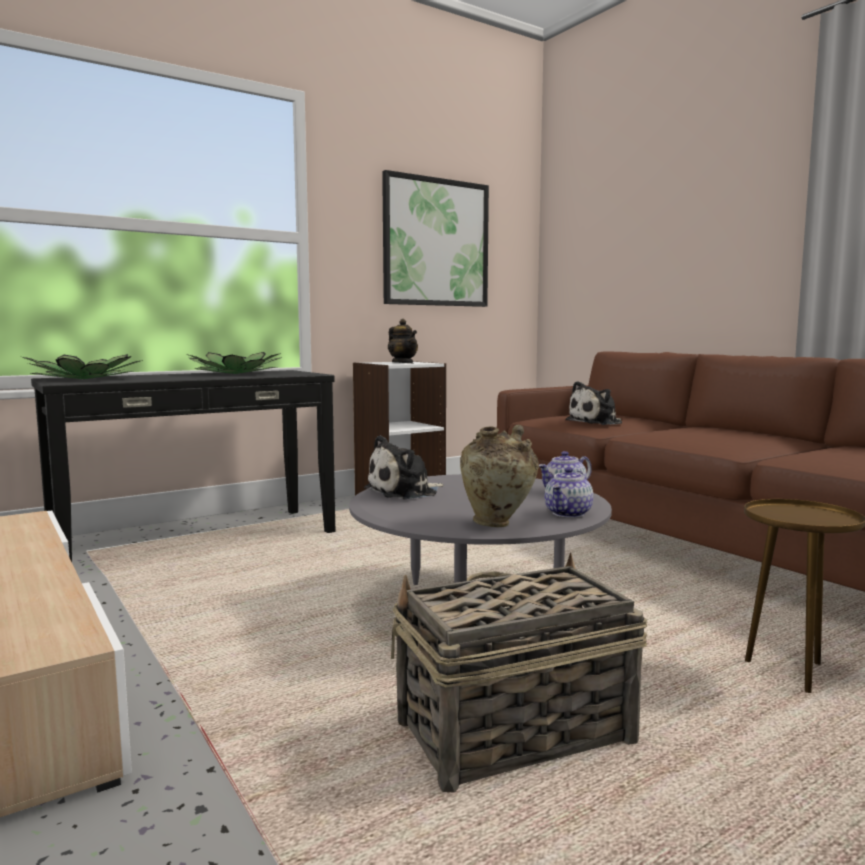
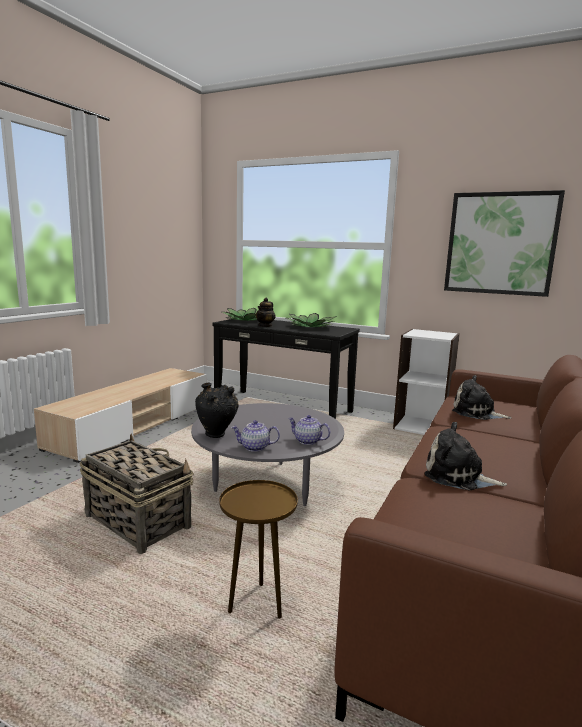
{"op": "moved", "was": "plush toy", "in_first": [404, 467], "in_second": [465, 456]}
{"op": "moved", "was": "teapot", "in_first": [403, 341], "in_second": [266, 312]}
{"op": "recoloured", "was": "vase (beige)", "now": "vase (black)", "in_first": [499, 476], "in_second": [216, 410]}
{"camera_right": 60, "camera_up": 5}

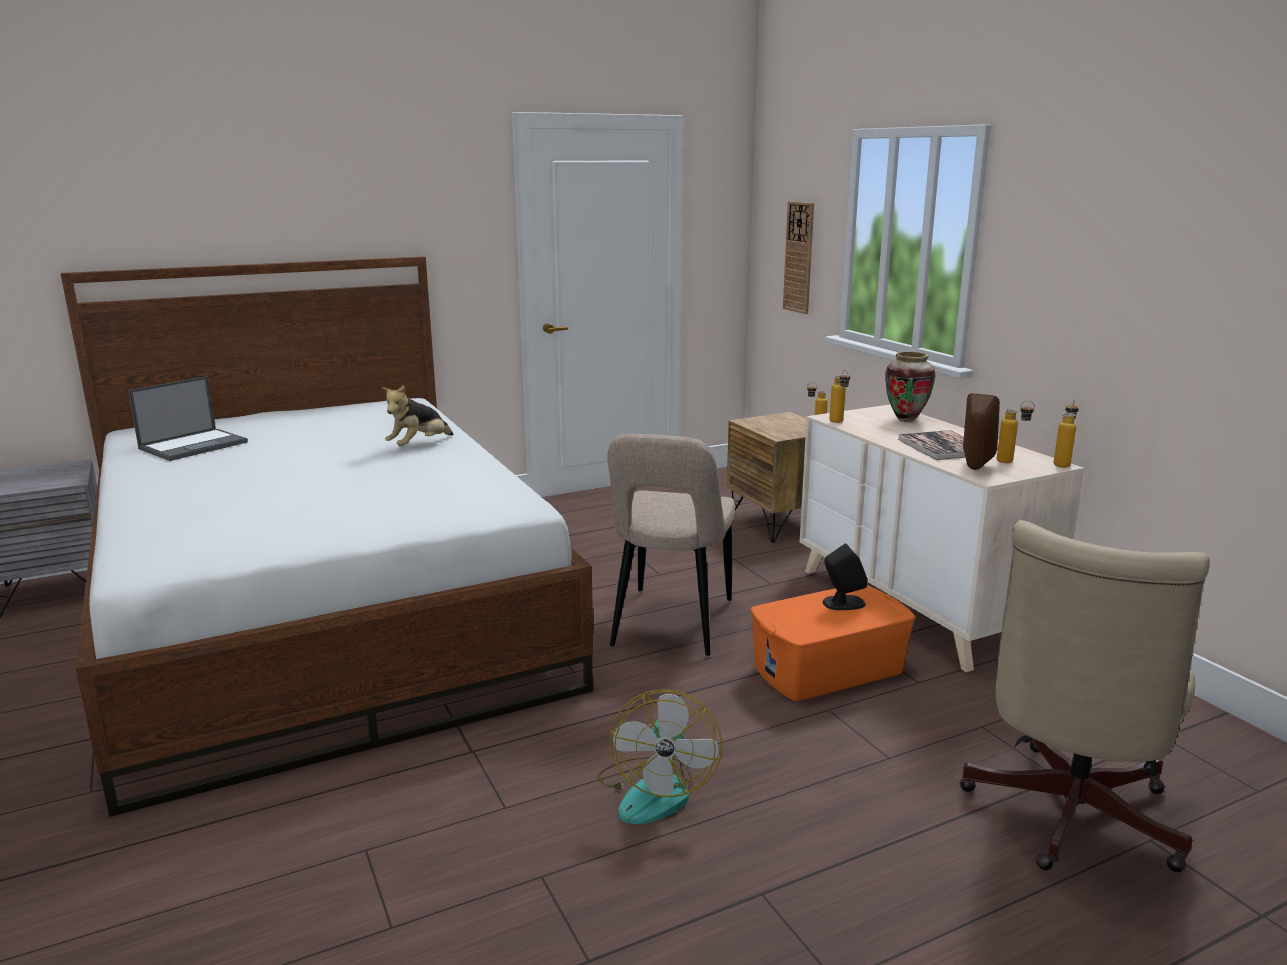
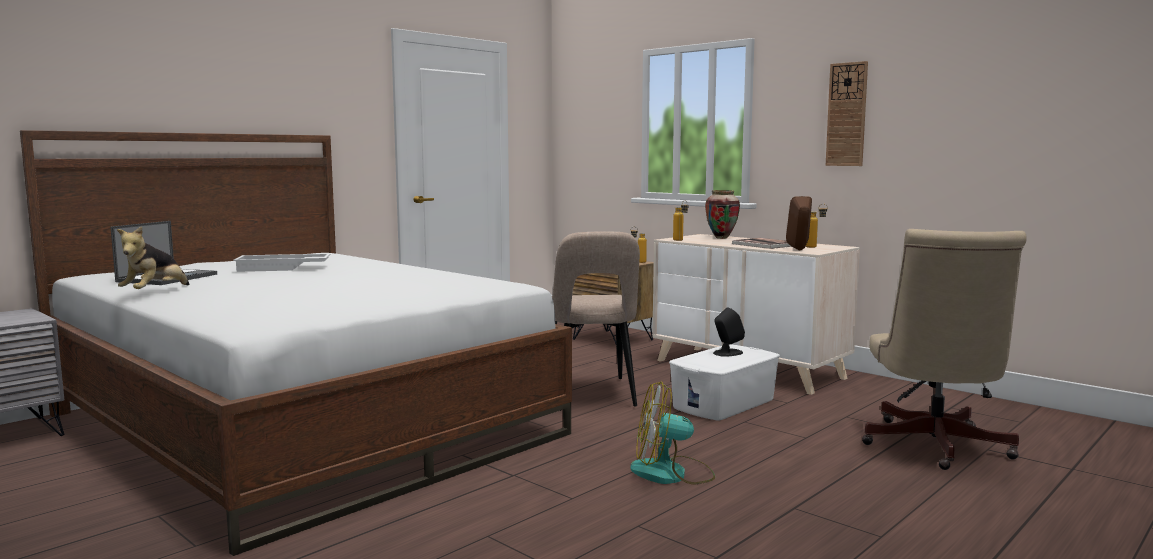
{"op": "moved", "was": "plush toy", "in_first": [417, 415], "in_second": [153, 257]}
{"op": "turned", "was": "fan", "in_first": [659, 756], "in_second": [672, 433], "clockwise": 105}
{"op": "recoloured", "was": "storage box (orange)", "now": "storage box (white)", "in_first": [833, 643], "in_second": [724, 382]}
{"op": "moved", "was": "wall clock", "in_first": [798, 257], "in_second": [847, 113]}
{"op": "removed", "was": "bottle", "in_first": [1066, 433]}
{"op": "added", "now": "tray (white)", "in_second": [282, 263]}
{"camera_right": -20, "camera_up": -10}

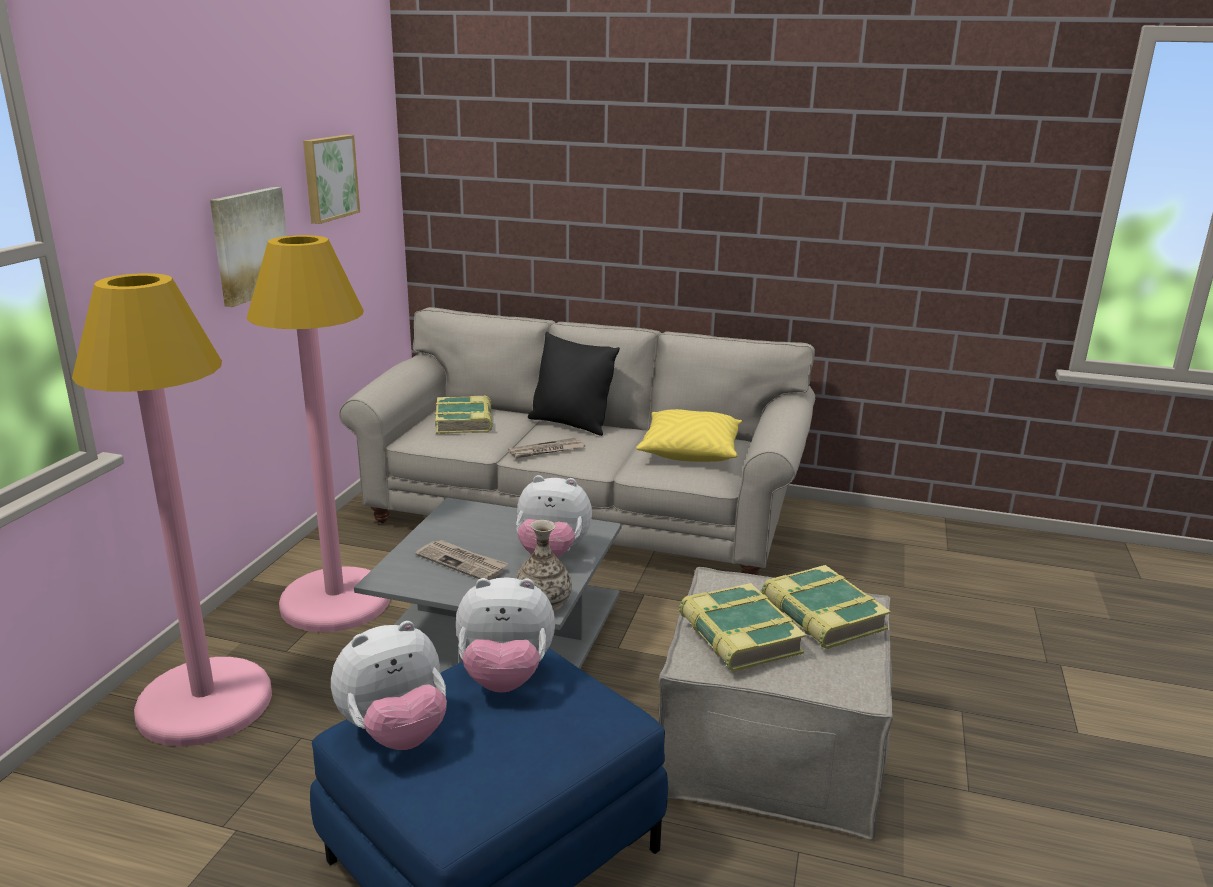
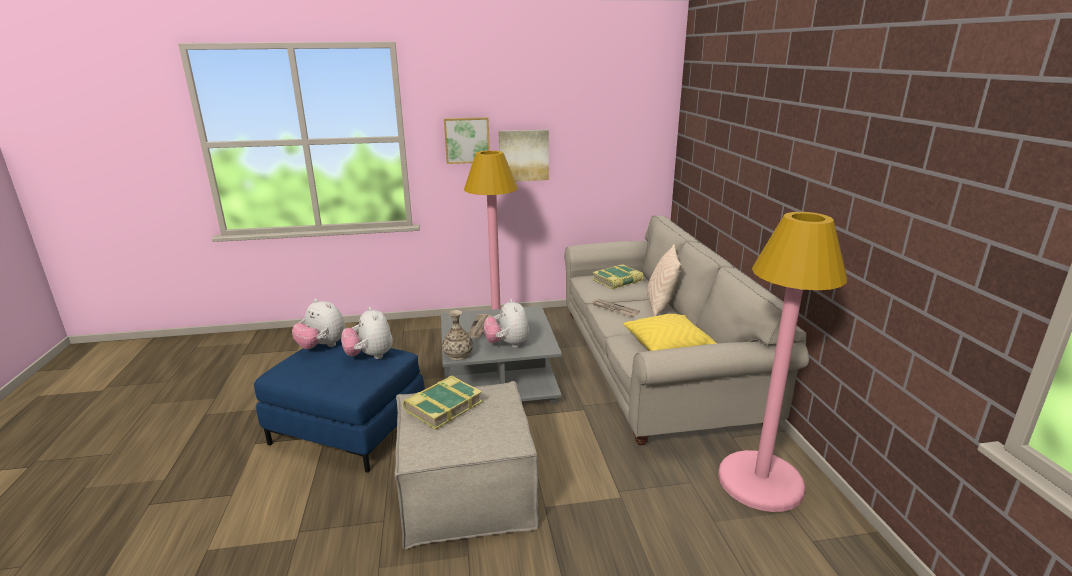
{"op": "moved", "was": "floor lamp (pink)", "in_first": [172, 510], "in_second": [782, 362]}
{"op": "moved", "was": "picture", "in_first": [331, 179], "in_second": [467, 140]}
{"op": "recoloured", "was": "pillow (black)", "now": "pillow (beige)", "in_first": [574, 384], "in_second": [664, 280]}
{"op": "removed", "was": "book", "in_first": [826, 607]}
{"camera_right": 65, "camera_up": 0}

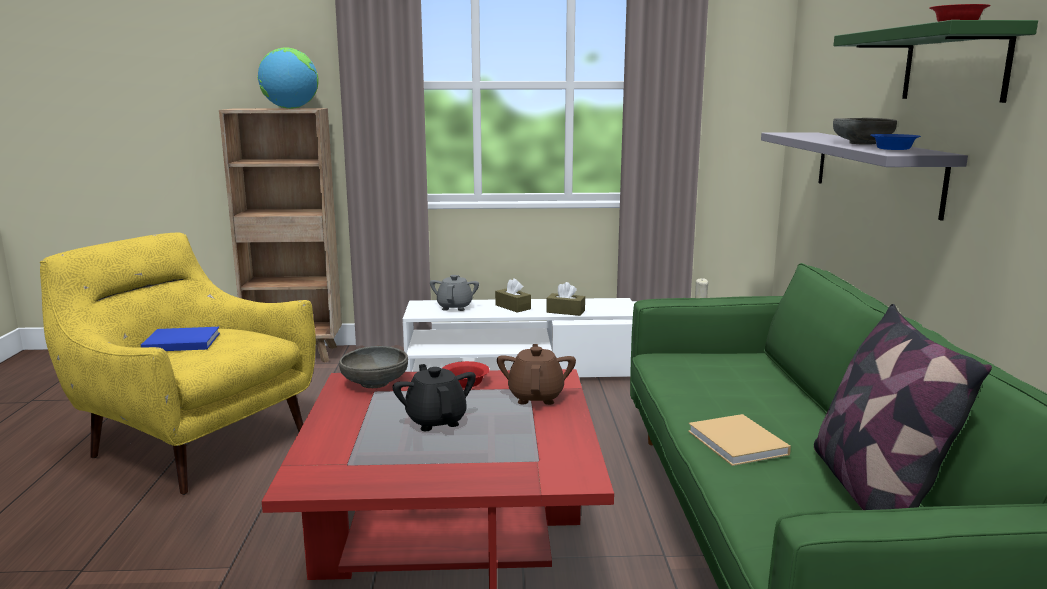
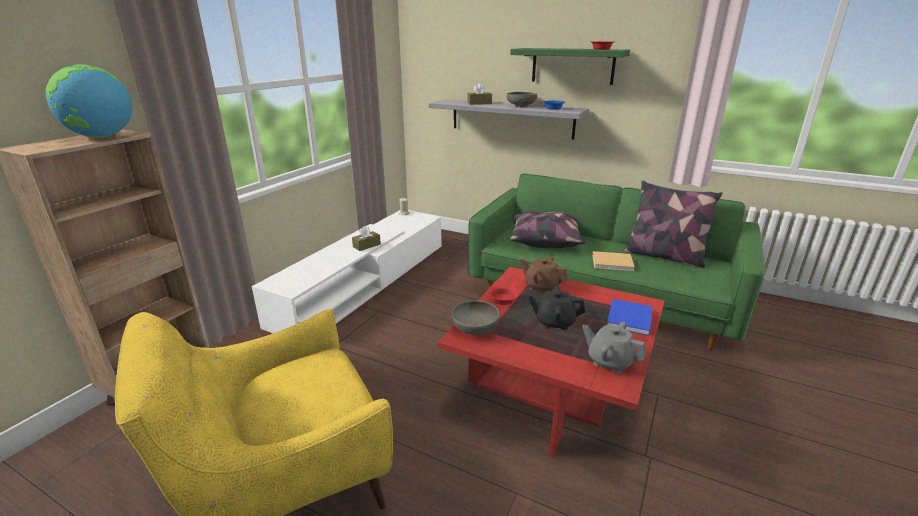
{"op": "moved", "was": "book (blue)", "in_first": [180, 339], "in_second": [630, 317]}
{"op": "moved", "was": "teapot (grey)", "in_first": [454, 293], "in_second": [614, 348]}
{"op": "moved", "was": "tissue box (brown)", "in_first": [513, 295], "in_second": [479, 94]}
{"op": "added", "now": "pillow", "in_second": [548, 229]}
{"camera_right": -60, "camera_up": 10}

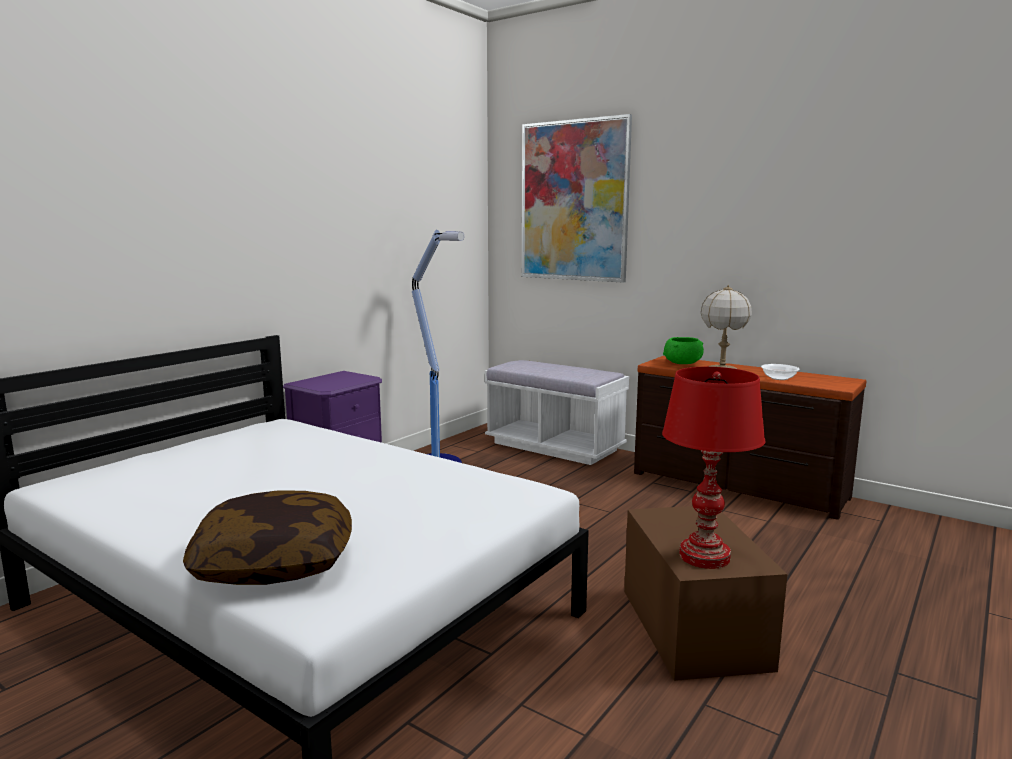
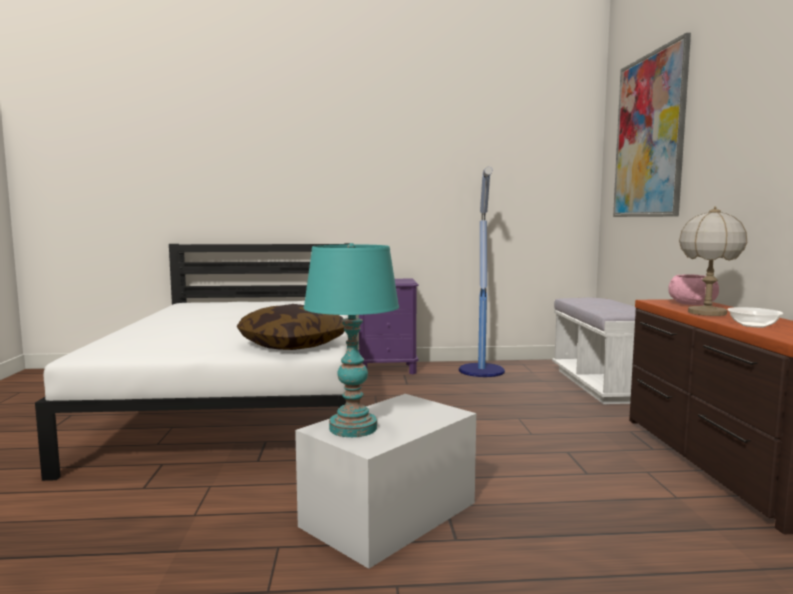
{"op": "moved", "was": "pillow", "in_first": [267, 537], "in_second": [291, 327]}
{"op": "recoloured", "was": "storage box (brown)", "now": "storage box (white)", "in_first": [705, 593], "in_second": [385, 481]}
{"op": "recoloured", "was": "table lamp (red)", "now": "table lamp (turquoise)", "in_first": [713, 468], "in_second": [351, 340]}
{"op": "recoloured", "was": "bowl (green)", "now": "bowl (pink)", "in_first": [683, 350], "in_second": [693, 289]}
{"camera_right": 50, "camera_up": -5}

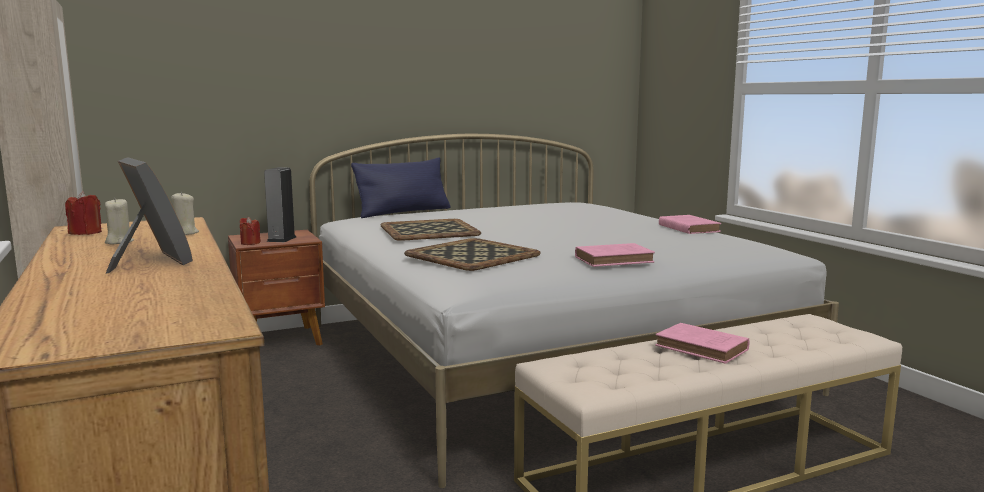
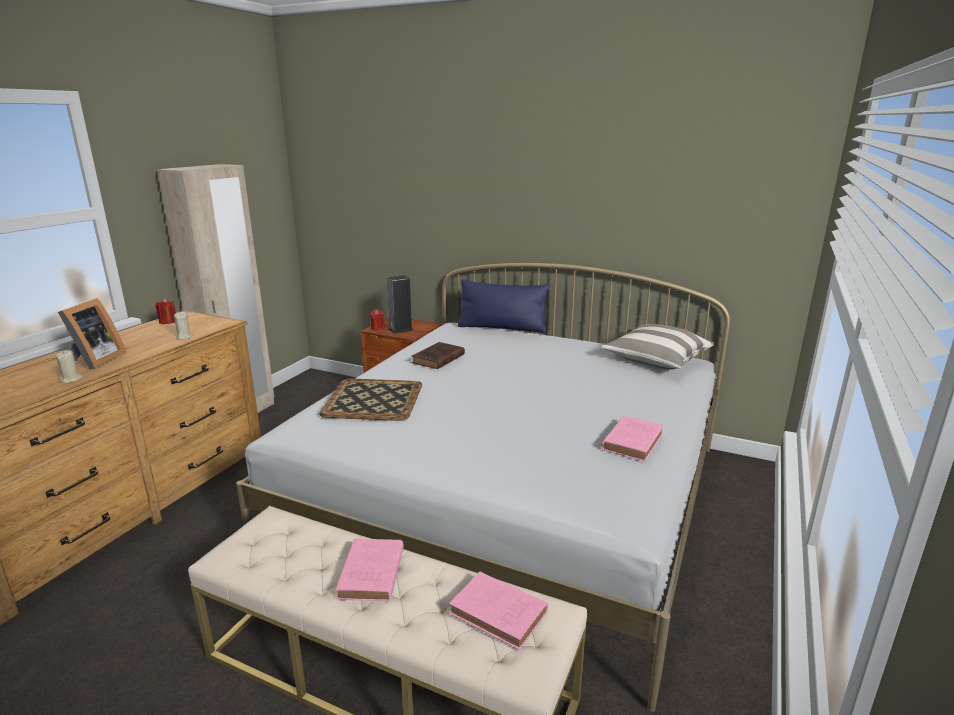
{"op": "moved", "was": "candle (beige)", "in_first": [119, 221], "in_second": [69, 366]}
{"op": "replaced", "was": "tray", "now": "book (brown)", "in_first": [431, 230], "in_second": [438, 355]}
{"op": "moved", "was": "book (pink)", "in_first": [615, 255], "in_second": [498, 611]}
{"op": "added", "now": "pillow", "in_second": [658, 346]}
{"camera_right": 50, "camera_up": 10}

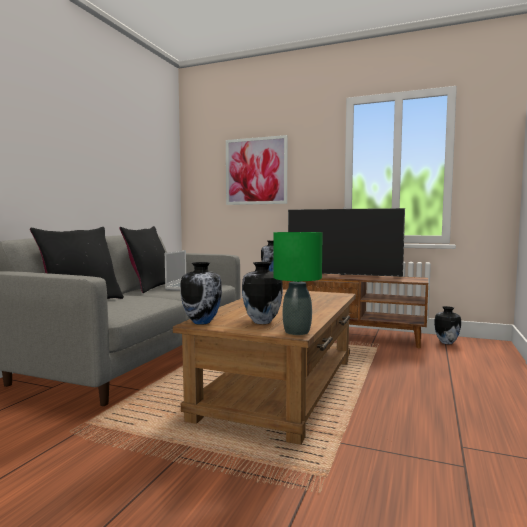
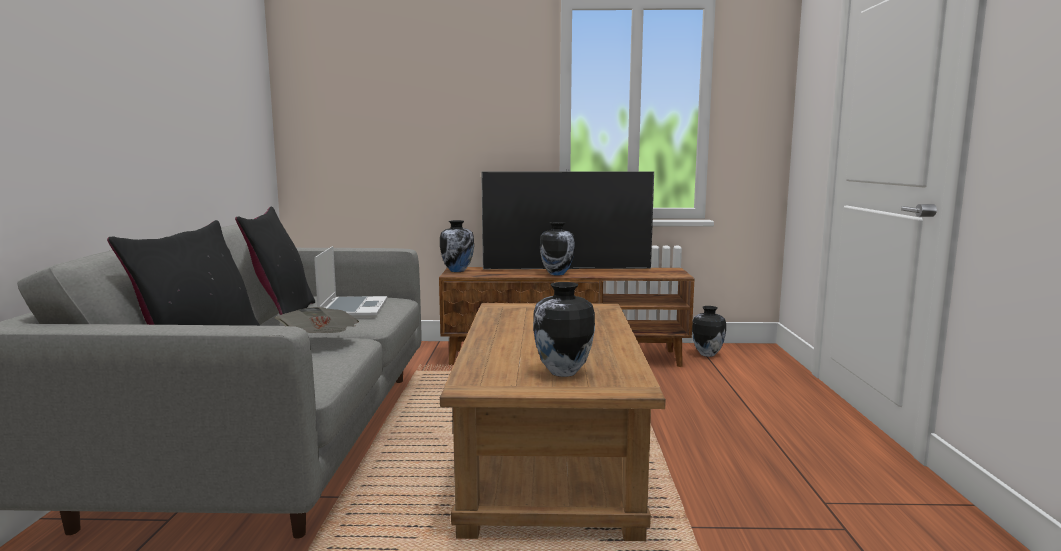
{"op": "moved", "was": "vase", "in_first": [201, 293], "in_second": [557, 249]}
{"op": "removed", "was": "picture", "in_first": [257, 170]}
{"op": "removed", "was": "table lamp (green)", "in_first": [298, 283]}
{"op": "added", "now": "newspaper", "in_second": [316, 320]}
{"camera_right": -20, "camera_up": 5}

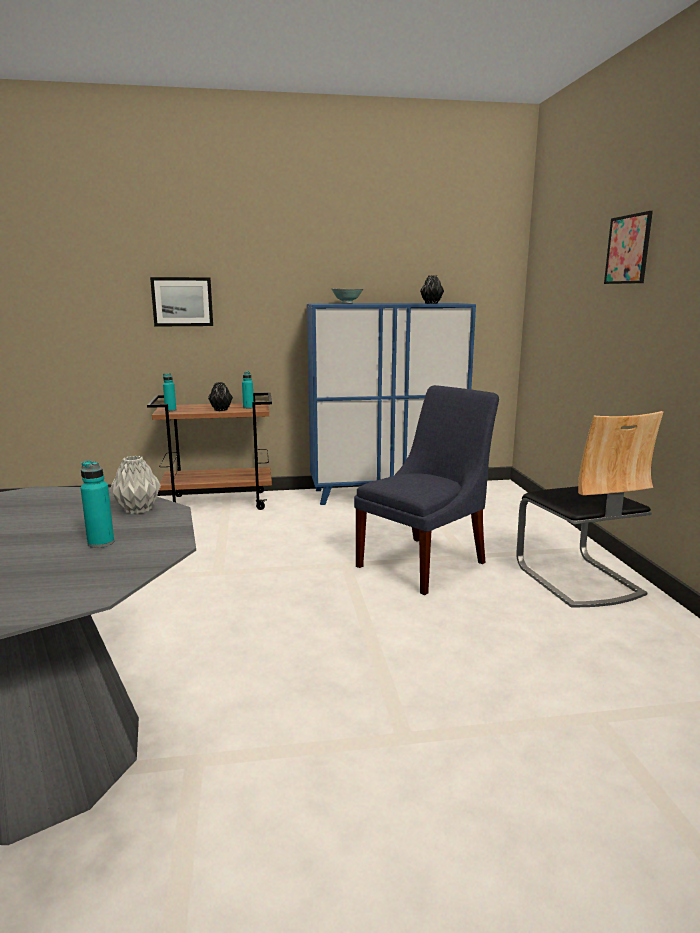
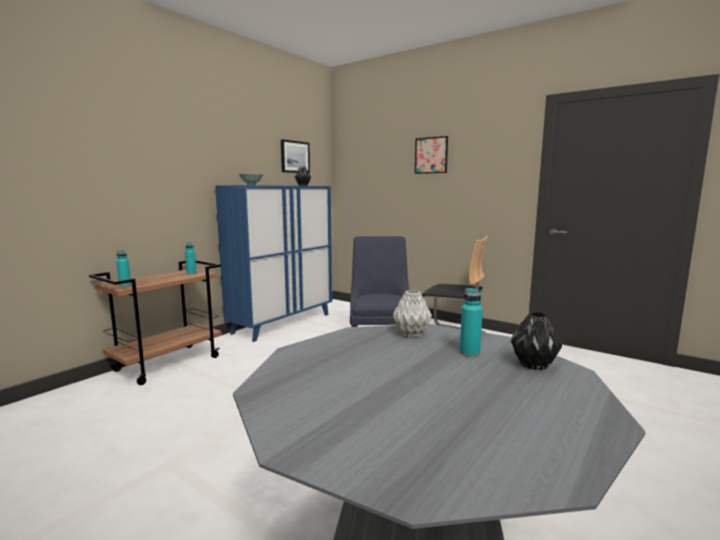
{"op": "moved", "was": "picture", "in_first": [181, 302], "in_second": [295, 156]}
{"op": "moved", "was": "vase (black)", "in_first": [220, 396], "in_second": [536, 341]}
{"camera_right": -45, "camera_up": -5}

